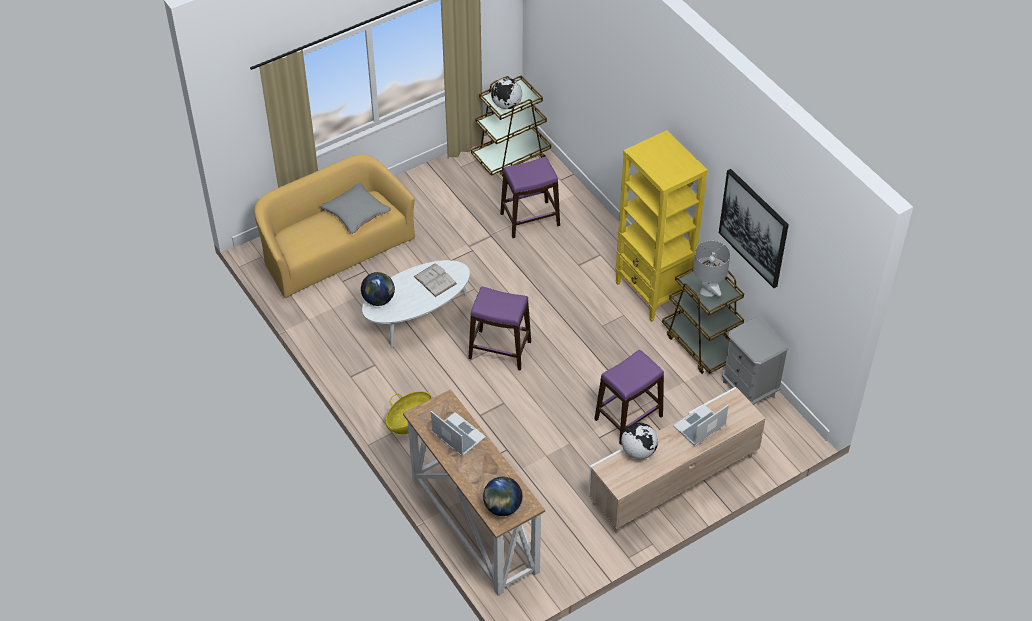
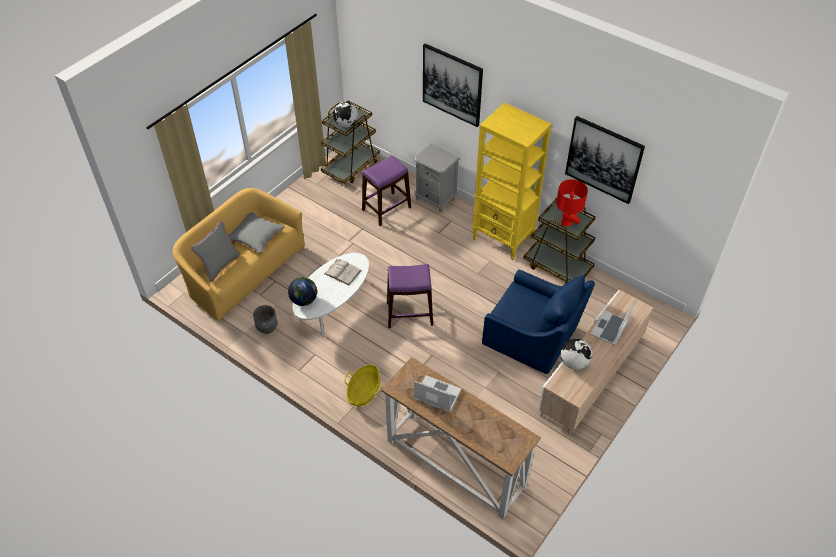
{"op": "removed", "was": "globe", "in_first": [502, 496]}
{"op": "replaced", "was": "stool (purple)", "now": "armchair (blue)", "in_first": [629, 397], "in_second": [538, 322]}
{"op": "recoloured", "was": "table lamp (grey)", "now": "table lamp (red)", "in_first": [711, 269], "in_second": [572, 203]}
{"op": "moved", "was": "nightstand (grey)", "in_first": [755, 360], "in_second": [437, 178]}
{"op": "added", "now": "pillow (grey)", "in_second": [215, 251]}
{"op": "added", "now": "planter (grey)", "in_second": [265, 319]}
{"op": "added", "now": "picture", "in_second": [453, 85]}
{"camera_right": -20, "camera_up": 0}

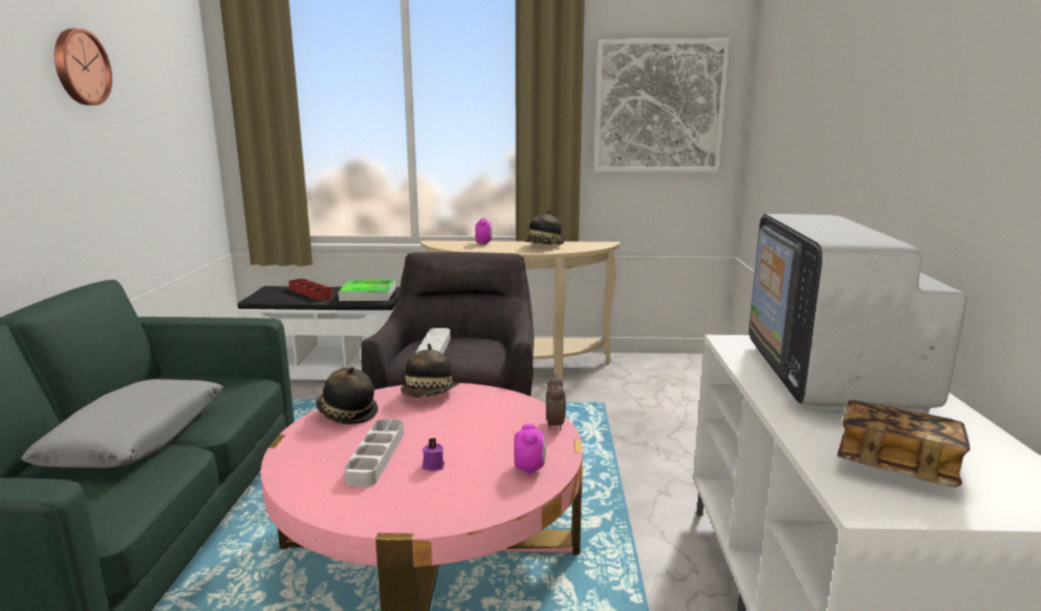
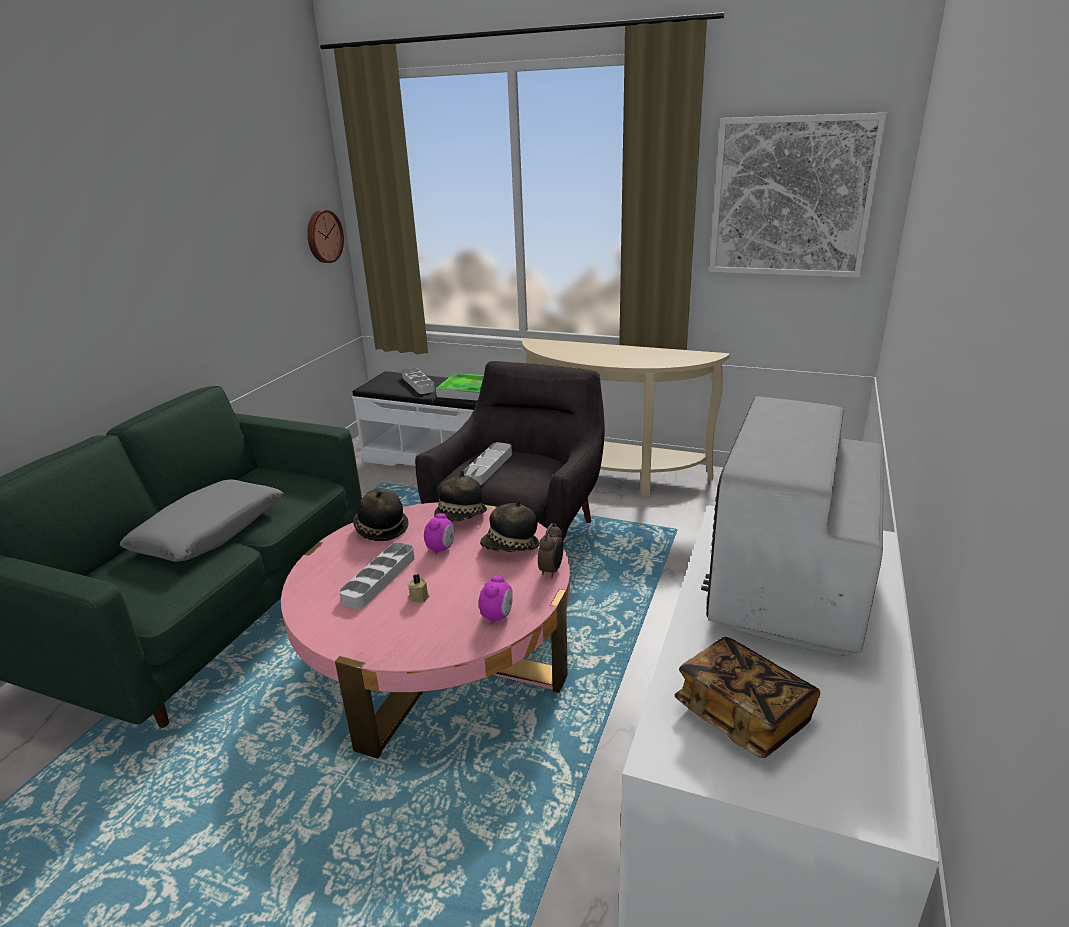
{"op": "moved", "was": "wall clock", "in_first": [83, 67], "in_second": [325, 236]}
{"op": "recoloured", "was": "tray (red)", "now": "tray (grey)", "in_first": [311, 289], "in_second": [418, 381]}
{"op": "recoloured", "was": "candle (purple)", "now": "candle (beige)", "in_first": [433, 454], "in_second": [418, 588]}
{"op": "moved", "was": "alarm clock", "in_first": [483, 231], "in_second": [439, 533]}
{"op": "moved", "was": "hat", "in_first": [544, 227], "in_second": [509, 525]}
{"camera_right": 20, "camera_up": 10}

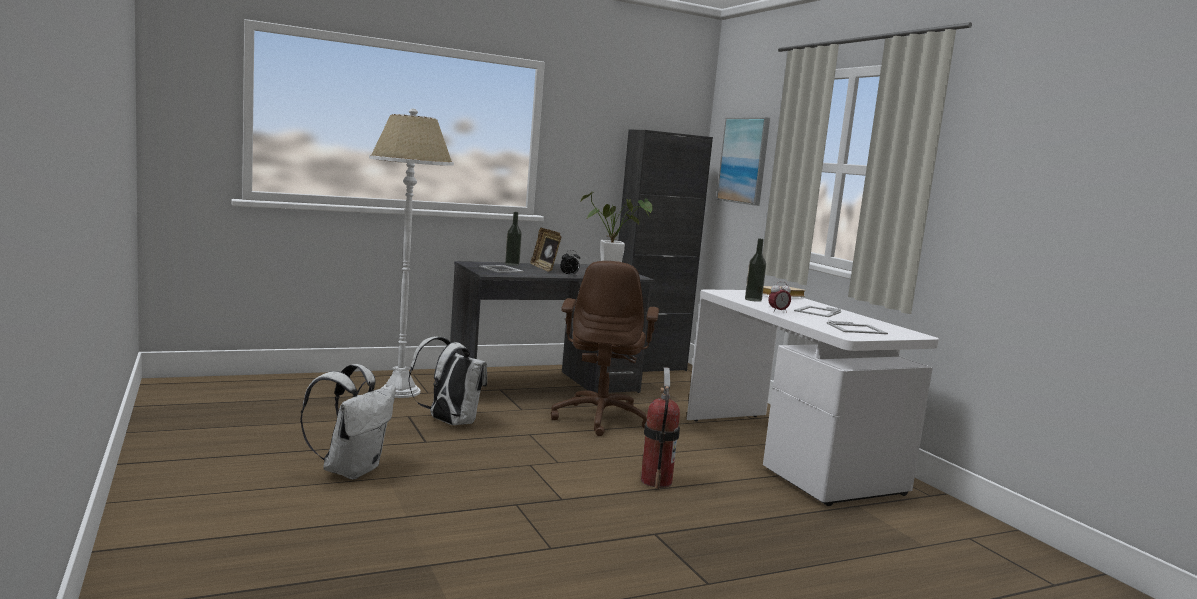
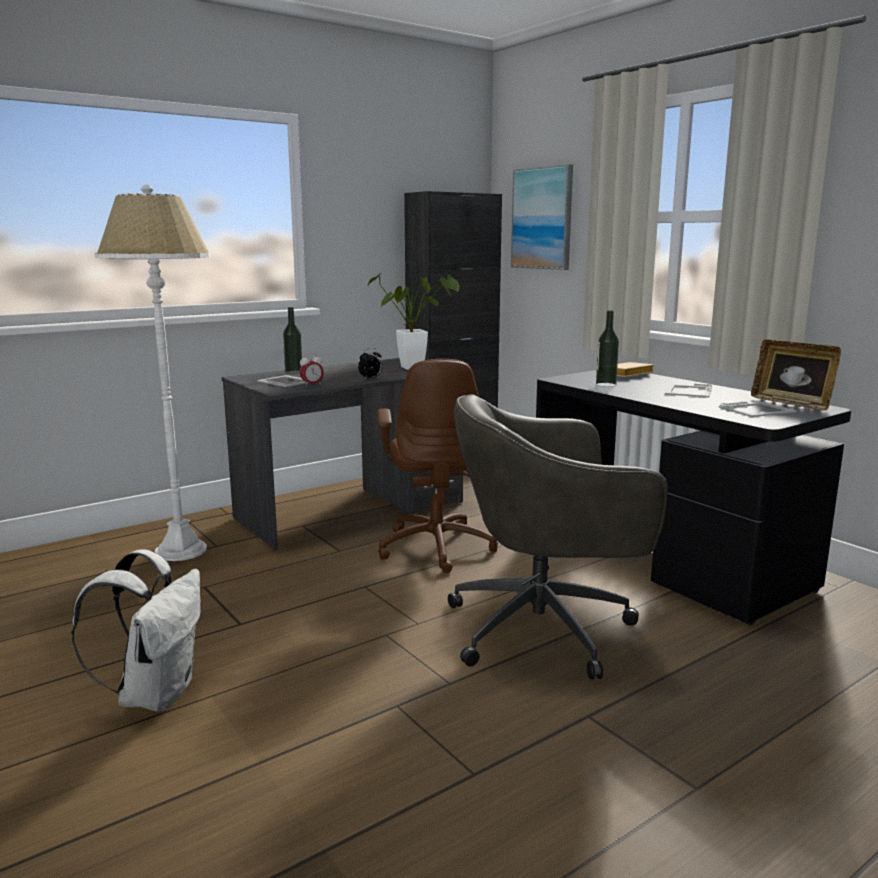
{"op": "removed", "was": "backpack (white)", "in_first": [447, 380]}
{"op": "moved", "was": "picture frame", "in_first": [546, 250], "in_second": [796, 375]}
{"op": "replaced", "was": "fire extinguisher", "now": "office chair (grey)", "in_first": [660, 428], "in_second": [558, 536]}
{"op": "recoloured", "was": "desk (white)", "now": "desk (black)", "in_first": [813, 398], "in_second": [693, 498]}
{"op": "moved", "was": "alarm clock", "in_first": [780, 297], "in_second": [311, 370]}
{"camera_right": -10, "camera_up": 5}

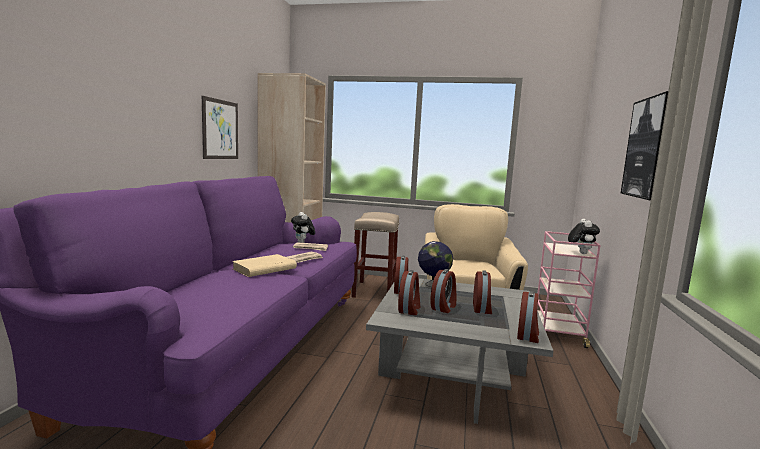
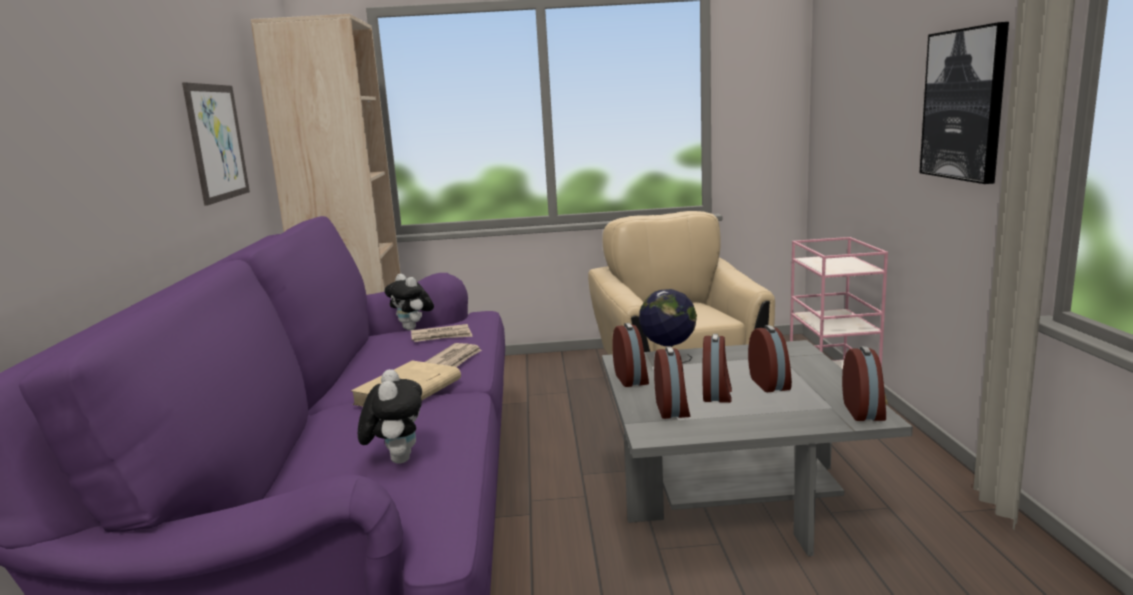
{"op": "removed", "was": "stool (beige)", "in_first": [375, 255]}
{"op": "moved", "was": "plush toy", "in_first": [584, 236], "in_second": [390, 416]}
{"camera_right": -15, "camera_up": 5}

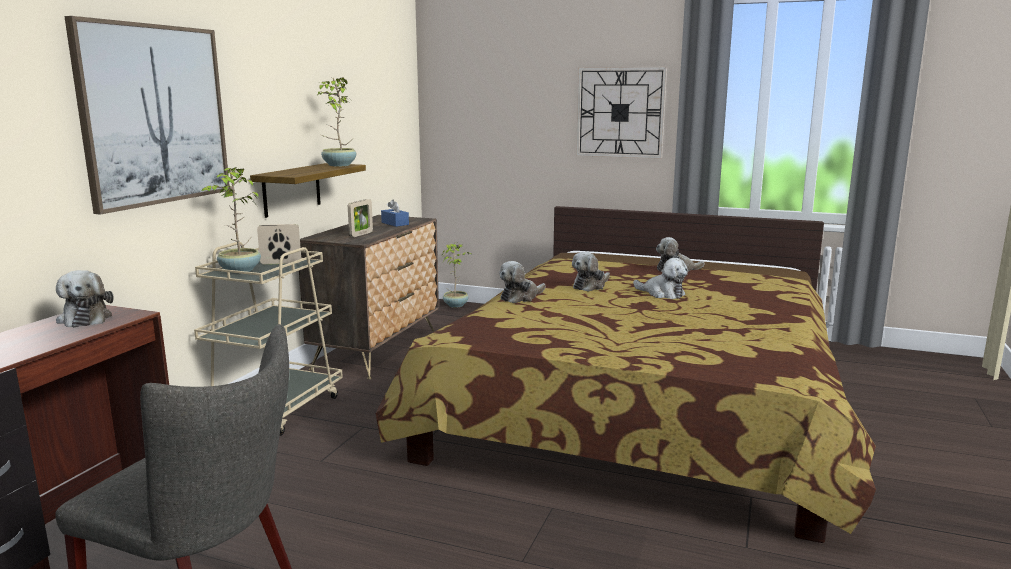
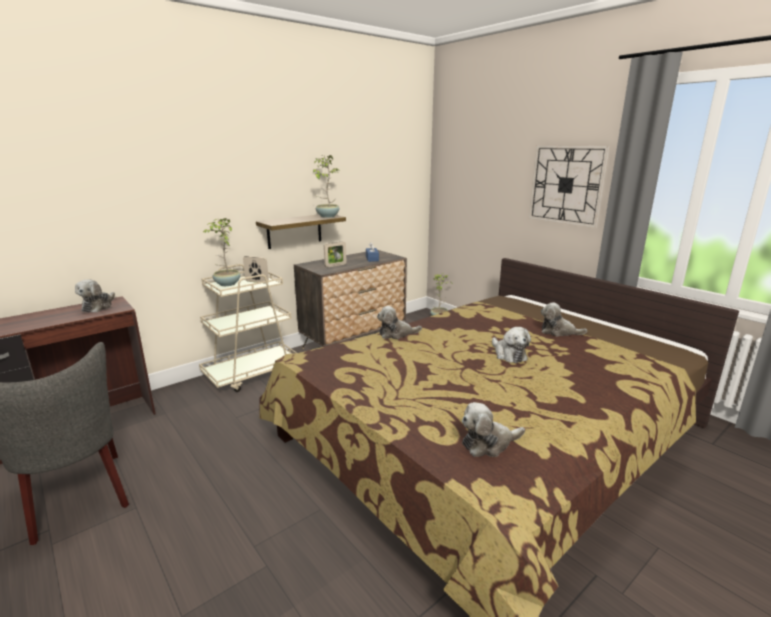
{"op": "removed", "was": "picture", "in_first": [147, 115]}
{"op": "moved", "was": "plush toy", "in_first": [591, 272], "in_second": [493, 429]}
{"camera_right": 30, "camera_up": 5}

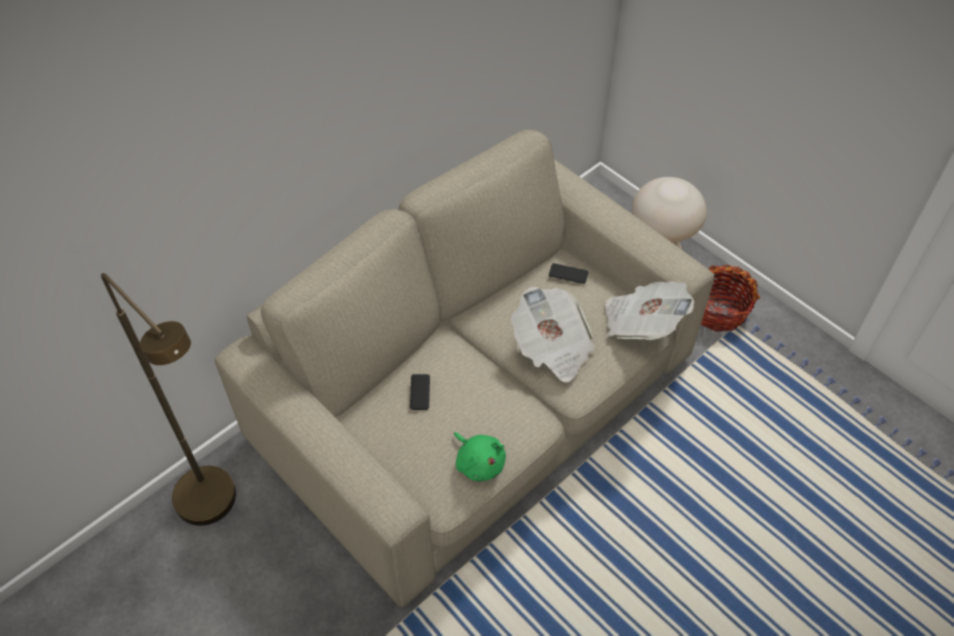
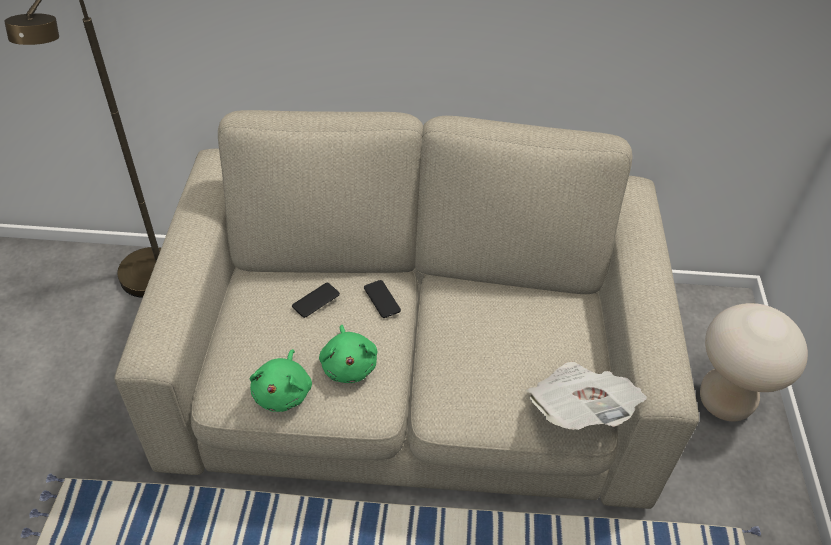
{"op": "removed", "was": "newspaper", "in_first": [553, 334]}
{"op": "moved", "was": "phone", "in_first": [568, 273], "in_second": [382, 299]}
{"op": "removed", "was": "basket", "in_first": [730, 298]}
{"op": "added", "now": "plush toy (green)", "in_second": [348, 354]}
{"camera_right": 45, "camera_up": -5}

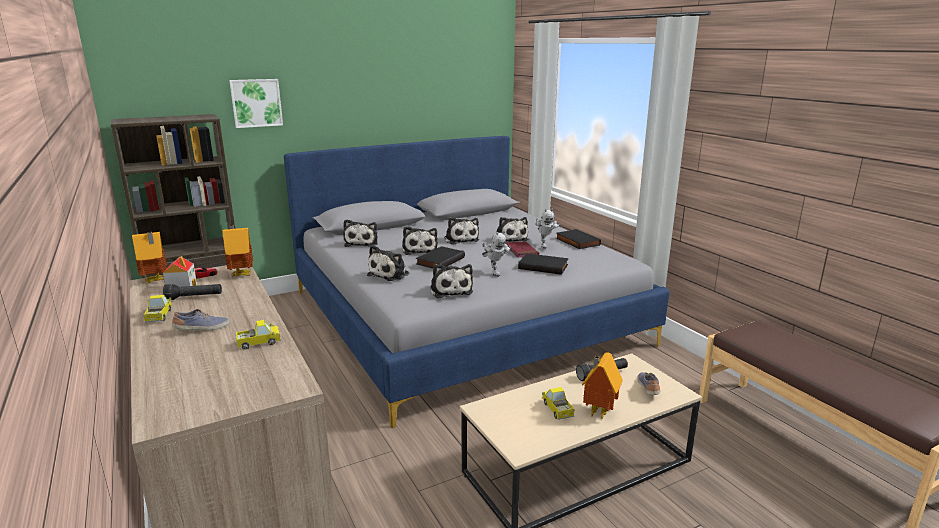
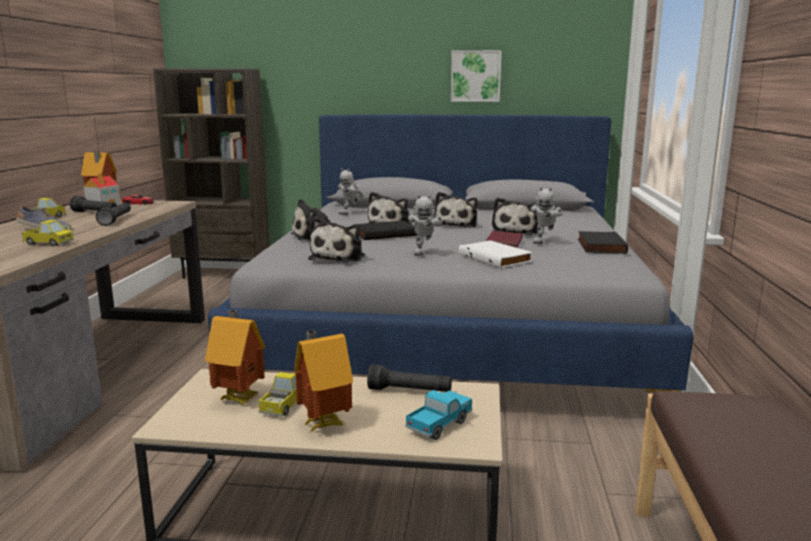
{"op": "moved", "was": "toy house", "in_first": [237, 251], "in_second": [235, 357]}
{"op": "moved", "was": "picture", "in_first": [256, 103], "in_second": [476, 76]}
{"op": "replaced", "was": "plush toy", "now": "toy robot", "in_first": [360, 233], "in_second": [350, 191]}
{"op": "recoloured", "was": "book (black)", "now": "book (white)", "in_first": [543, 264], "in_second": [496, 254]}
{"op": "replaced", "was": "shoe", "now": "toy truck", "in_first": [649, 383], "in_second": [438, 415]}
{"op": "added", "now": "flashlight (black)", "in_second": [113, 214]}
{"camera_right": 35, "camera_up": -5}

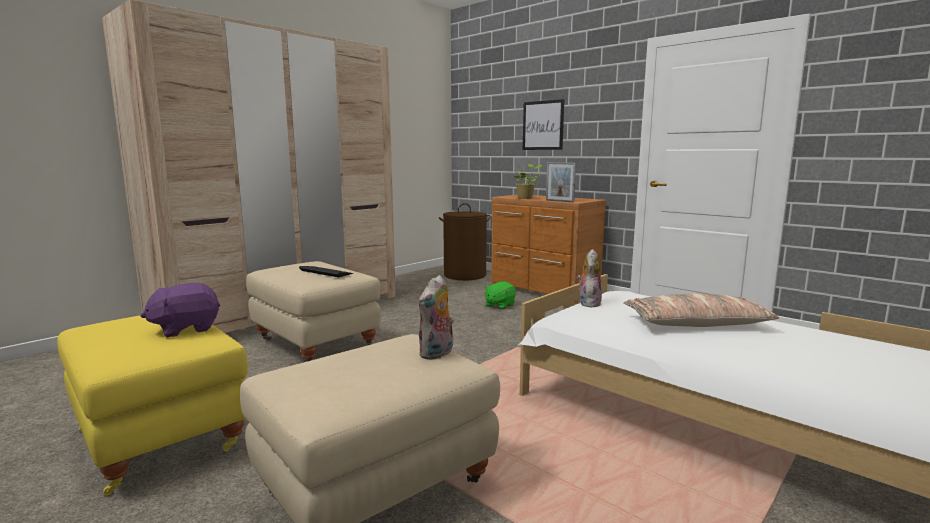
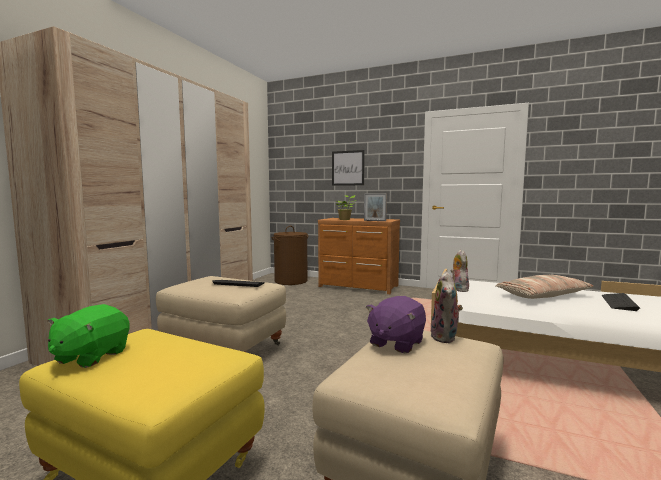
{"op": "moved", "was": "plush toy (purple)", "in_first": [180, 310], "in_second": [396, 324]}
{"op": "moved", "was": "plush toy (green)", "in_first": [500, 296], "in_second": [88, 336]}
{"op": "added", "now": "keyboard", "in_second": [620, 302]}
{"camera_right": -20, "camera_up": -5}

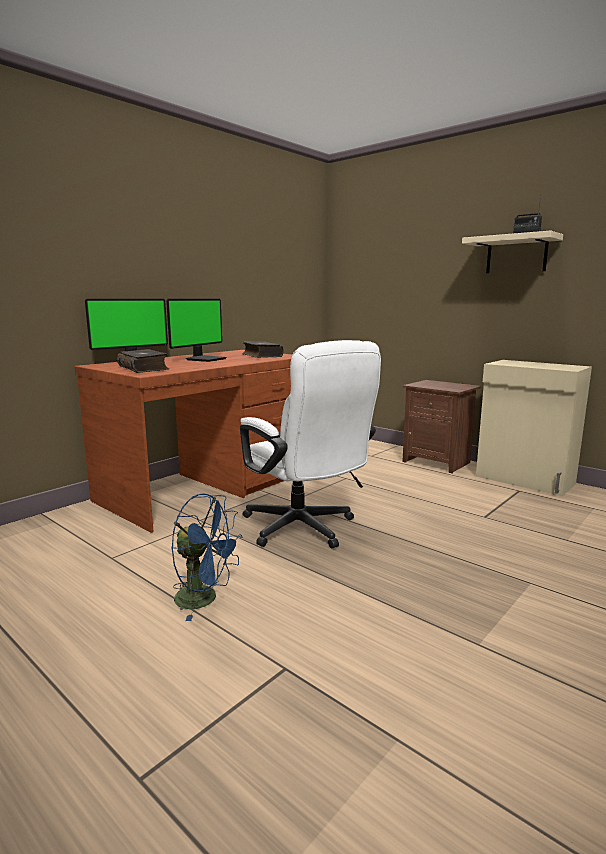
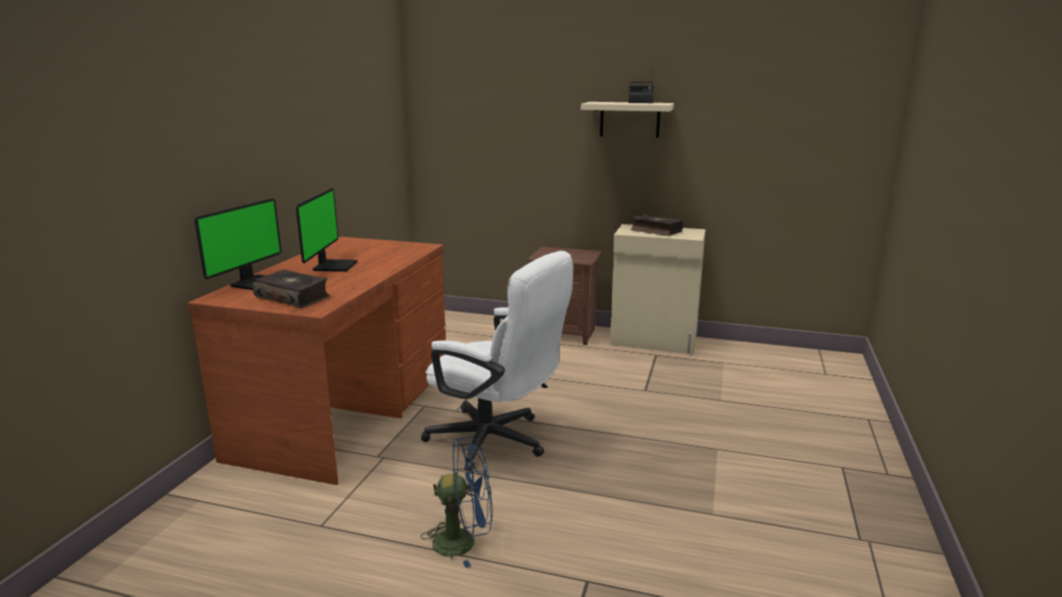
{"op": "moved", "was": "book", "in_first": [263, 349], "in_second": [657, 225]}
{"camera_right": -25, "camera_up": 5}

